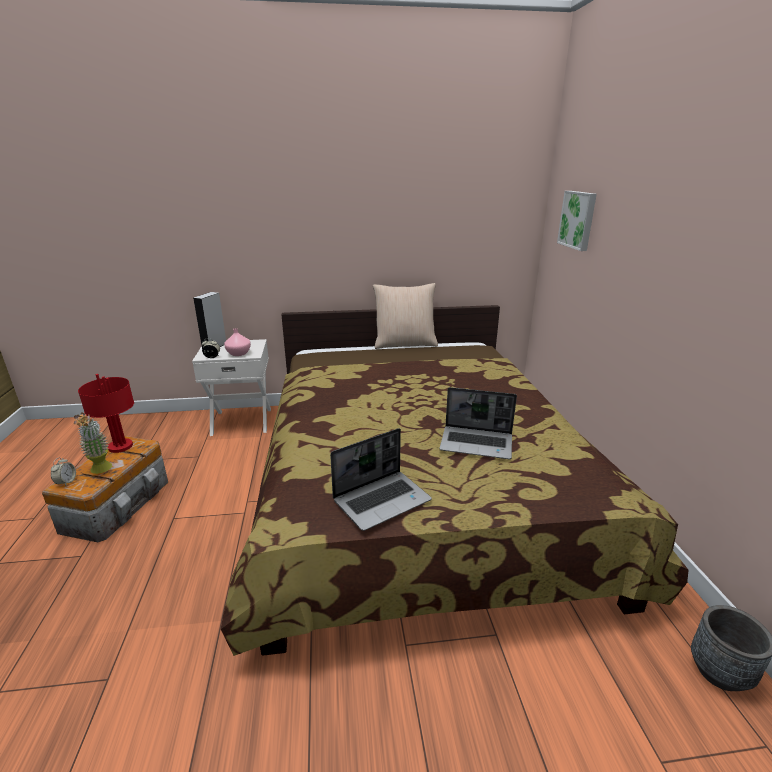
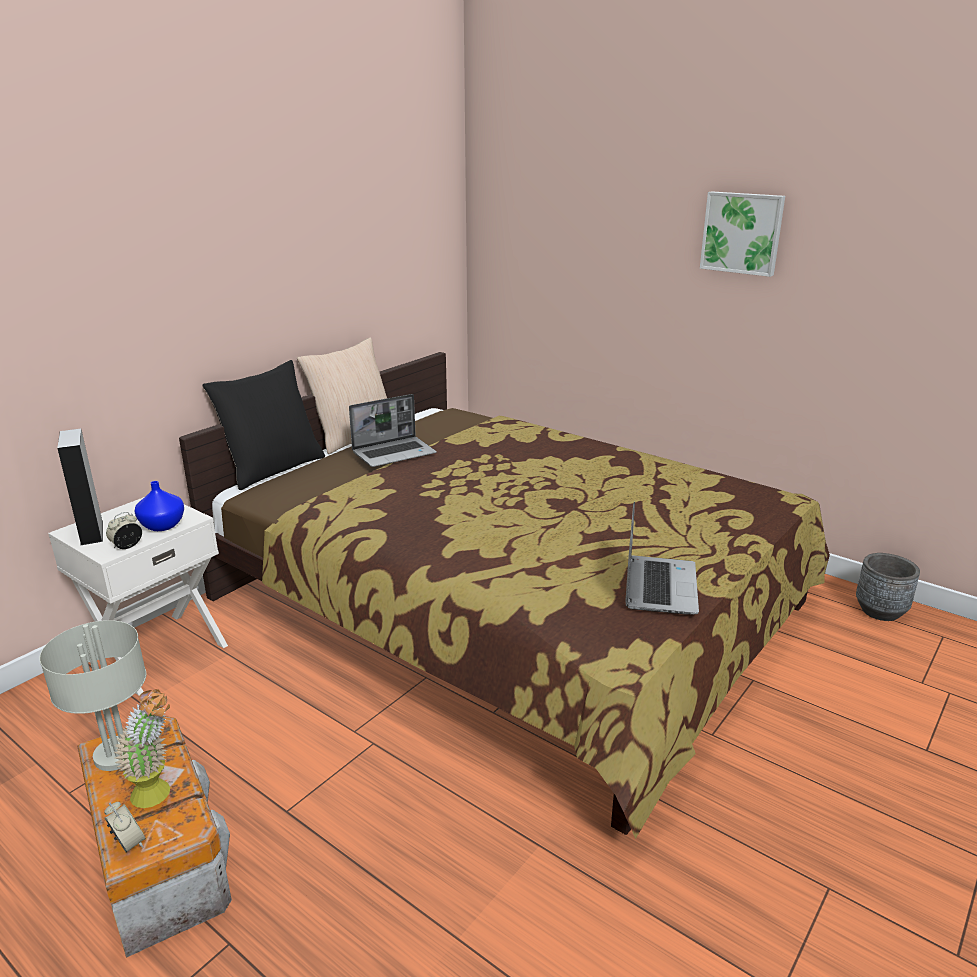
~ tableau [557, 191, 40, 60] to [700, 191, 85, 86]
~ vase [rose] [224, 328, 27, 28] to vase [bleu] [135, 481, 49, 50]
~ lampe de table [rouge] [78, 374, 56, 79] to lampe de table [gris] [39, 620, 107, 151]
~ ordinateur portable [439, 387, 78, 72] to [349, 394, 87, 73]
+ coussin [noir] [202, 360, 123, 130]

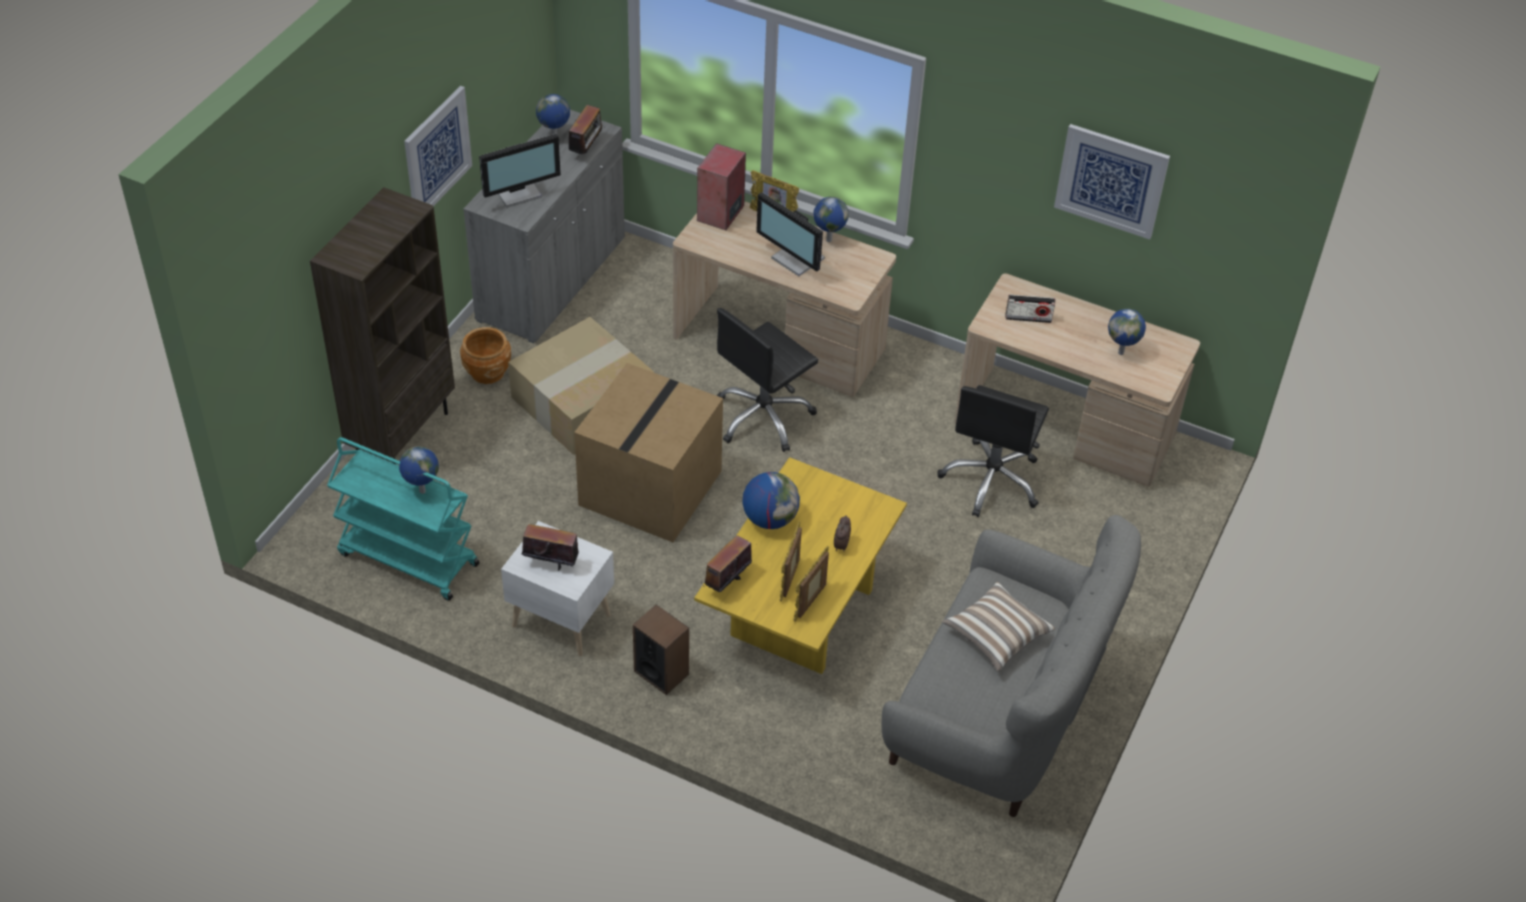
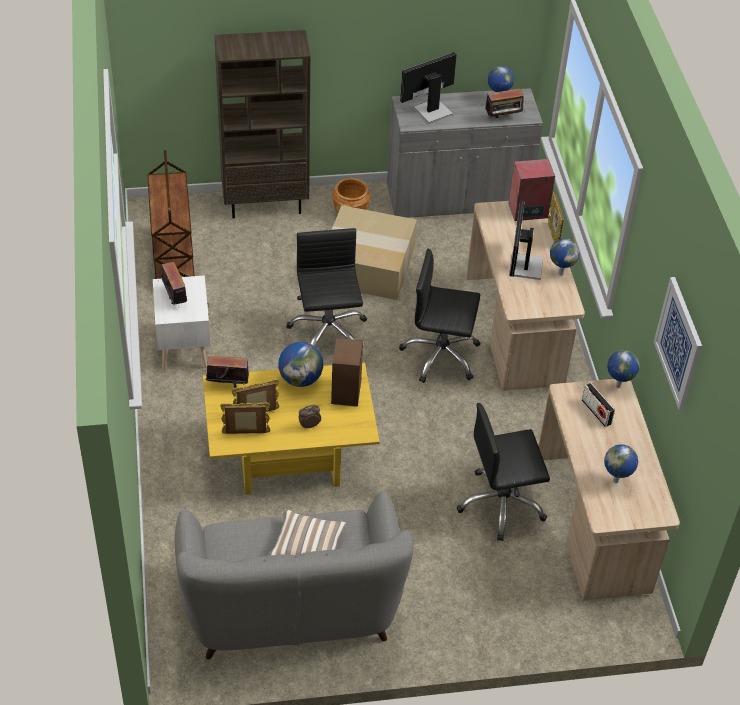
- tableau [404, 86, 68, 120]
~ écran d'ordinateur [479, 134, 82, 74] = [400, 52, 57, 72] 120 degrees clockwise
~ carton [574, 363, 149, 179] to chaise de bureau [noir] [287, 228, 80, 119]
~ chariot [turquoise] [327, 437, 152, 164] to chariot [marron] [147, 150, 48, 129]
~ globe [399, 446, 40, 48] to [607, 350, 32, 38]
~ enceinte [633, 605, 56, 90] to [331, 338, 32, 69]

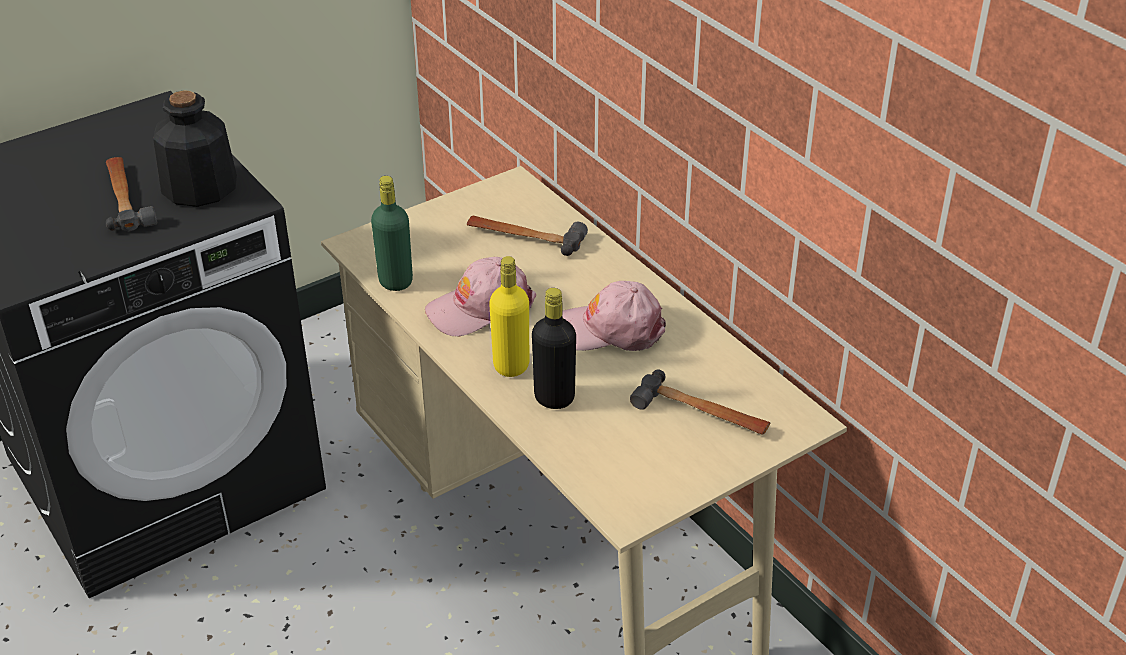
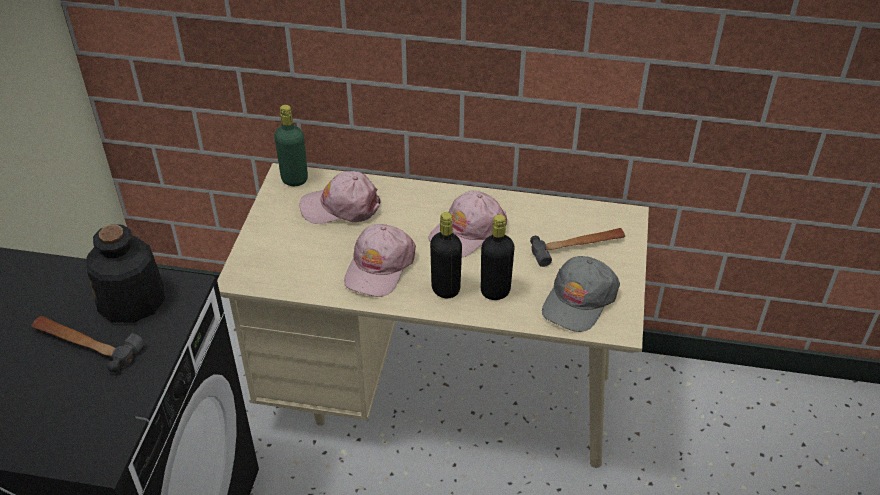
~ bouteille [vert] [371, 176, 42, 115] to [274, 105, 34, 81]
~ marteau [467, 216, 121, 40] to casquette [rose] [299, 171, 82, 53]
~ bouteille [jaune] [489, 256, 40, 121] to bouteille [noir] [430, 212, 32, 86]
+ casquette [gris] [542, 256, 78, 76]

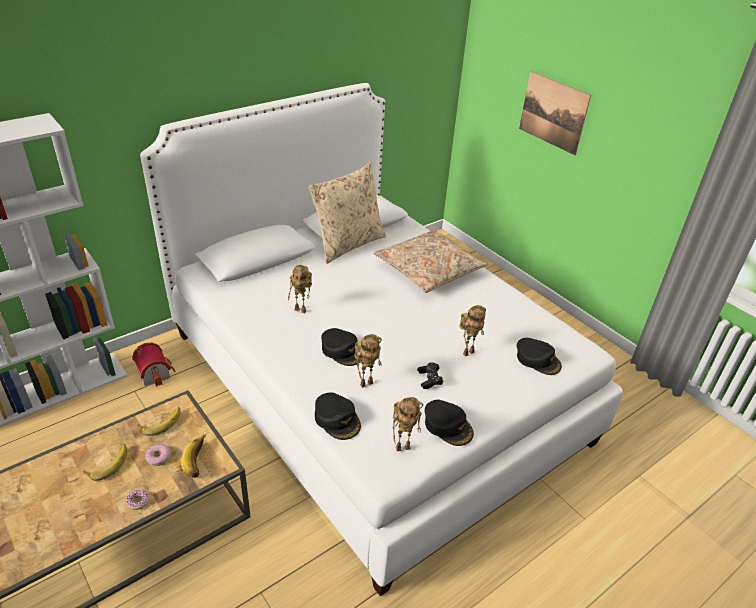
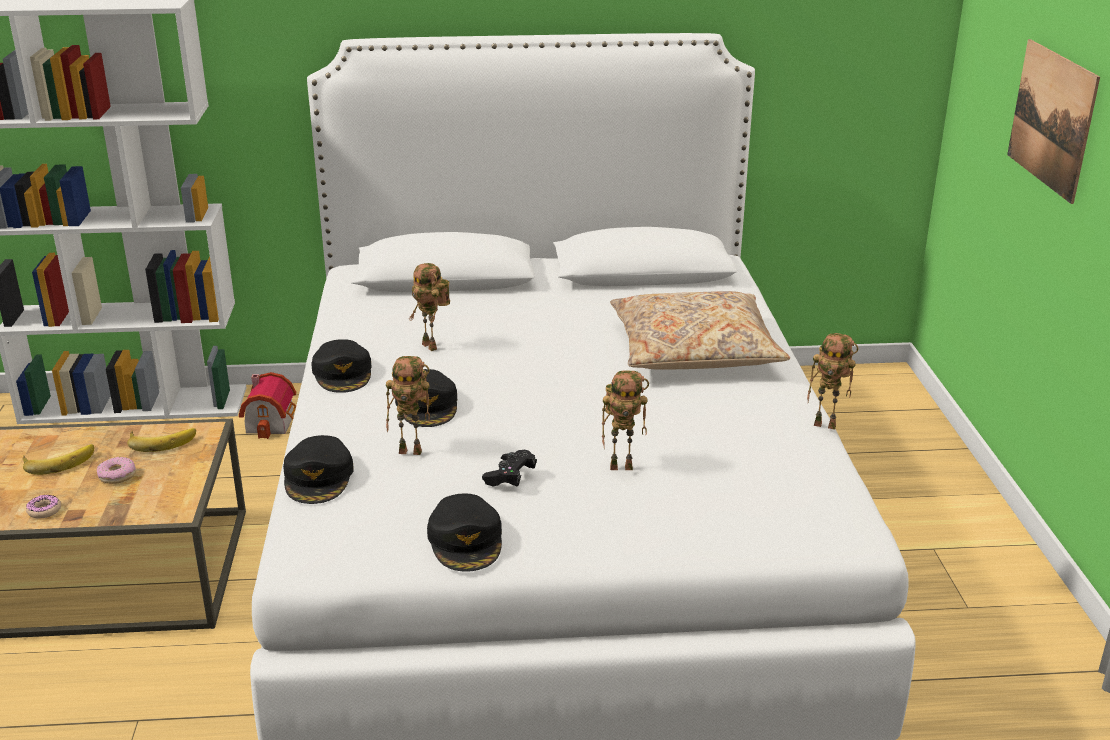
- coussin [beige] [308, 162, 78, 102]
~ casquette [noir] [517, 338, 45, 37] to [311, 339, 60, 54]
~ robot jouet [393, 397, 30, 54] to [807, 333, 51, 97]
- banane [181, 434, 25, 44]

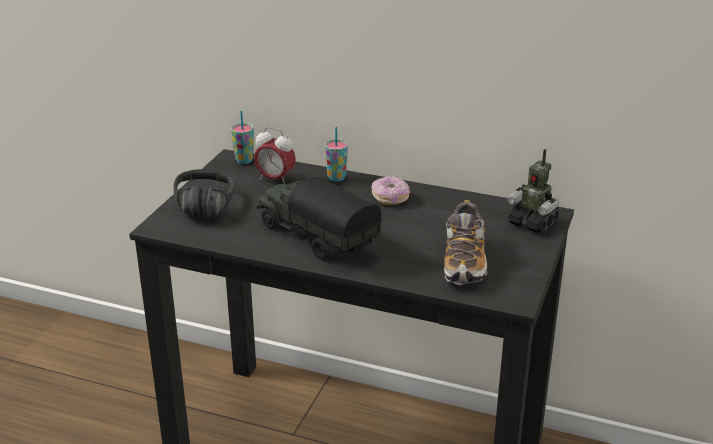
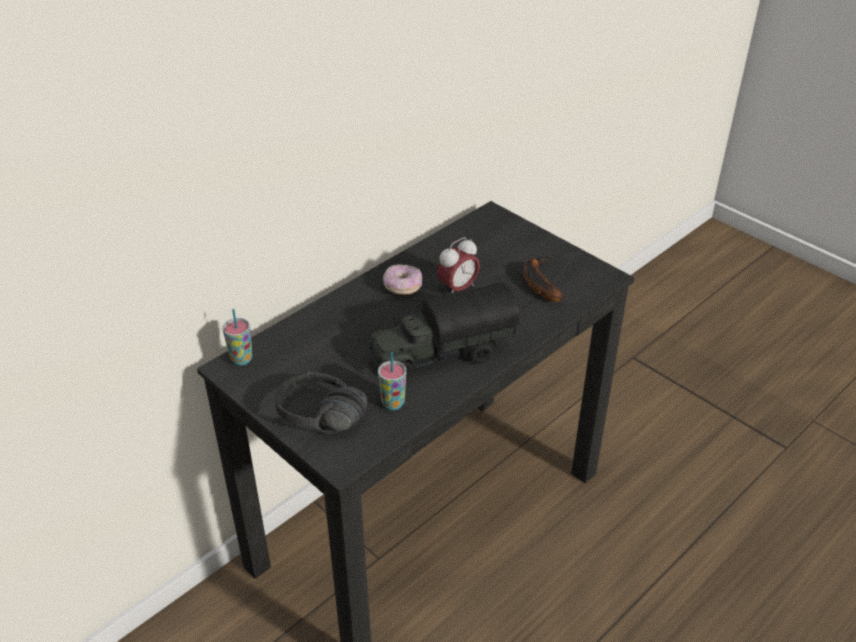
~ réveil [254, 127, 42, 57] to [437, 237, 43, 56]
~ tasse [325, 127, 23, 55] to [378, 352, 29, 58]
- robot jouet [507, 149, 52, 84]
~ chaussure [444, 200, 43, 85] to banane [523, 255, 42, 47]

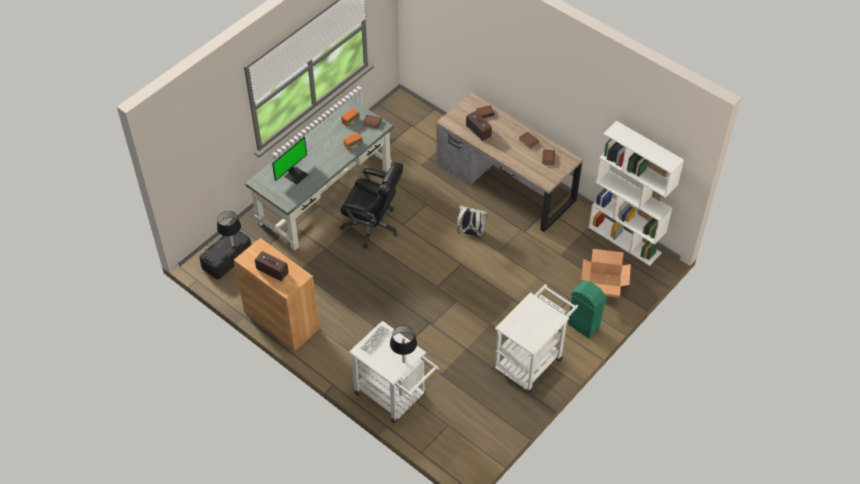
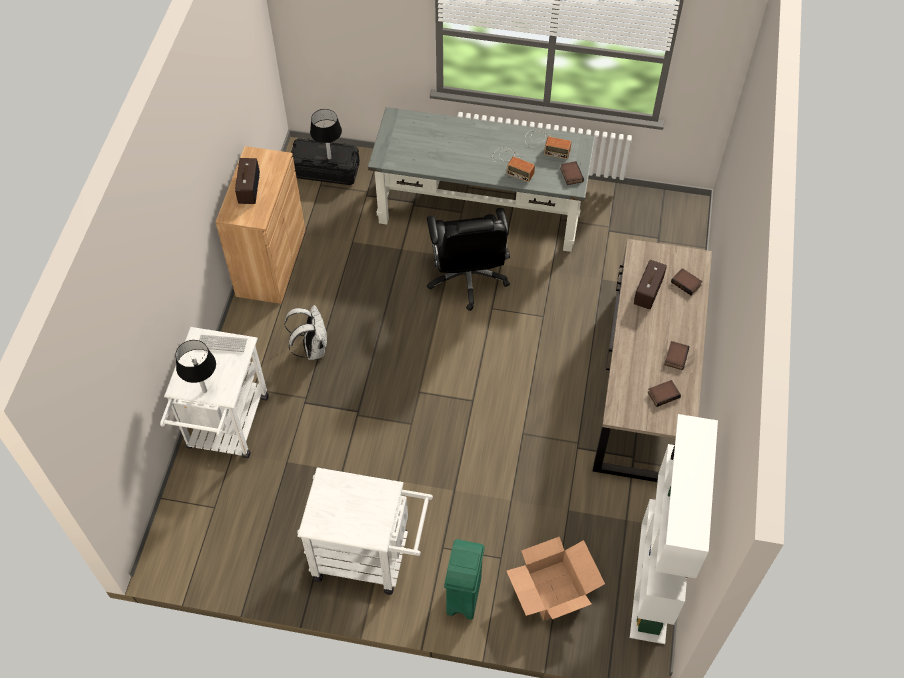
- écran d'ordinateur [272, 137, 36, 48]
~ sac à dos [blanc] [457, 206, 31, 31] to [284, 305, 43, 55]

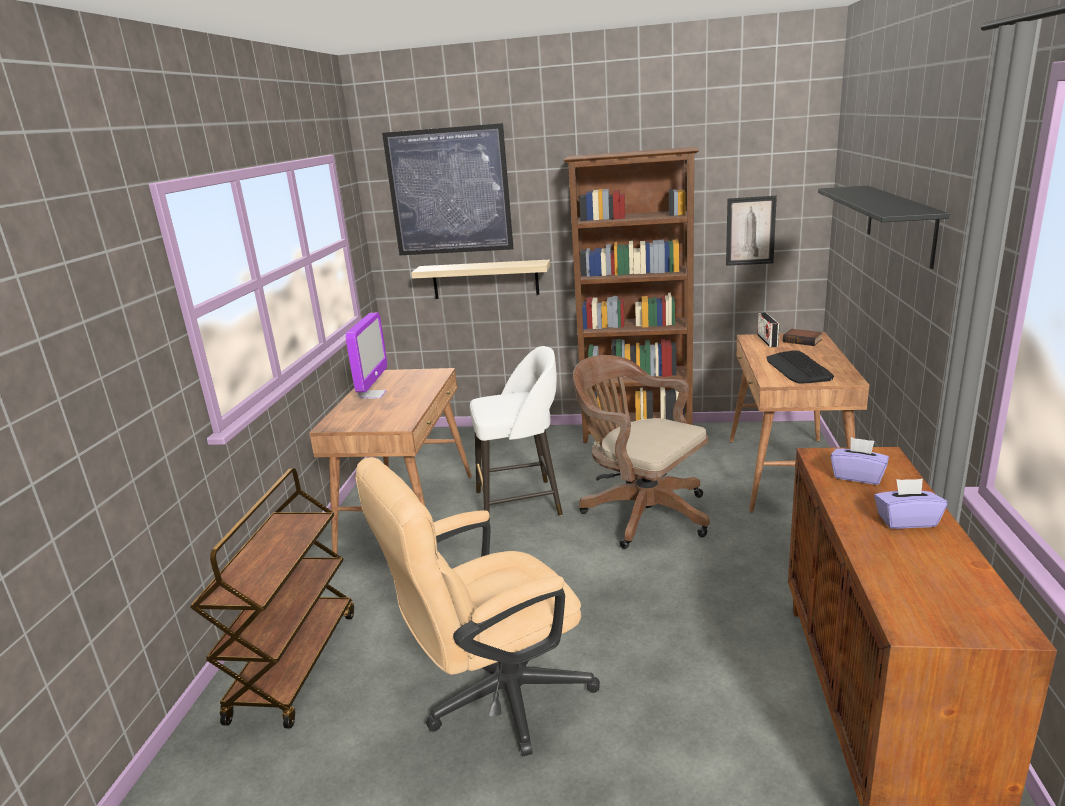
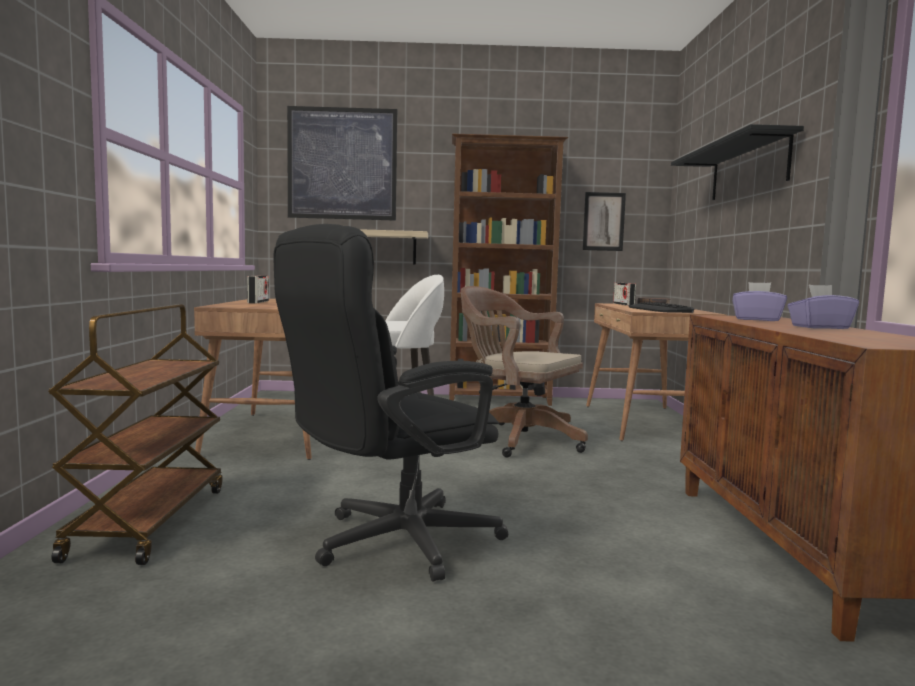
~ écran d'ordinateur [346, 312, 41, 87] to radio [247, 275, 22, 29]
~ chaise de bureau [beige] [355, 457, 245, 300] to chaise de bureau [noir] [273, 224, 235, 358]

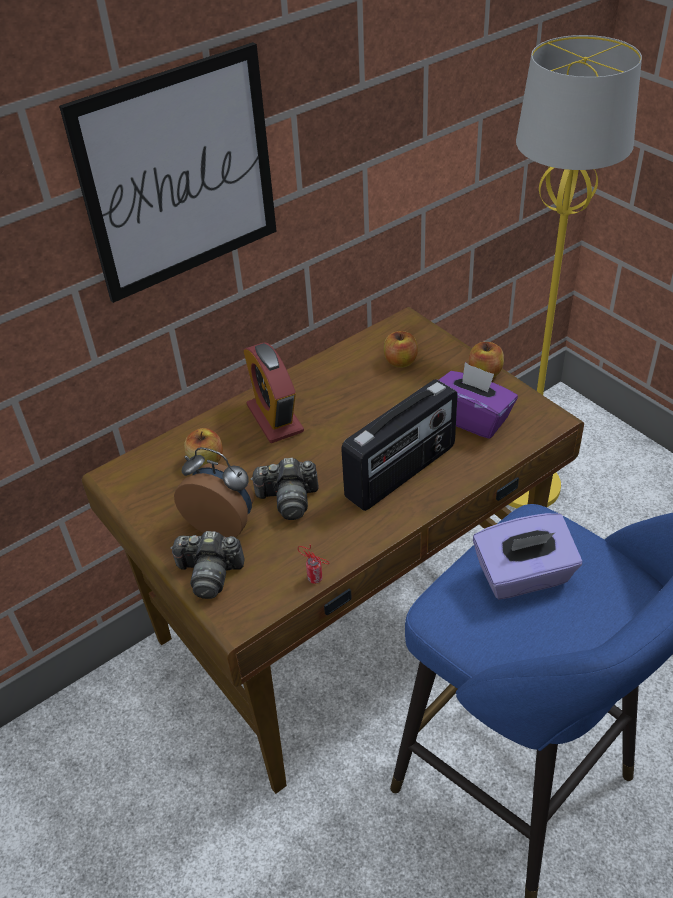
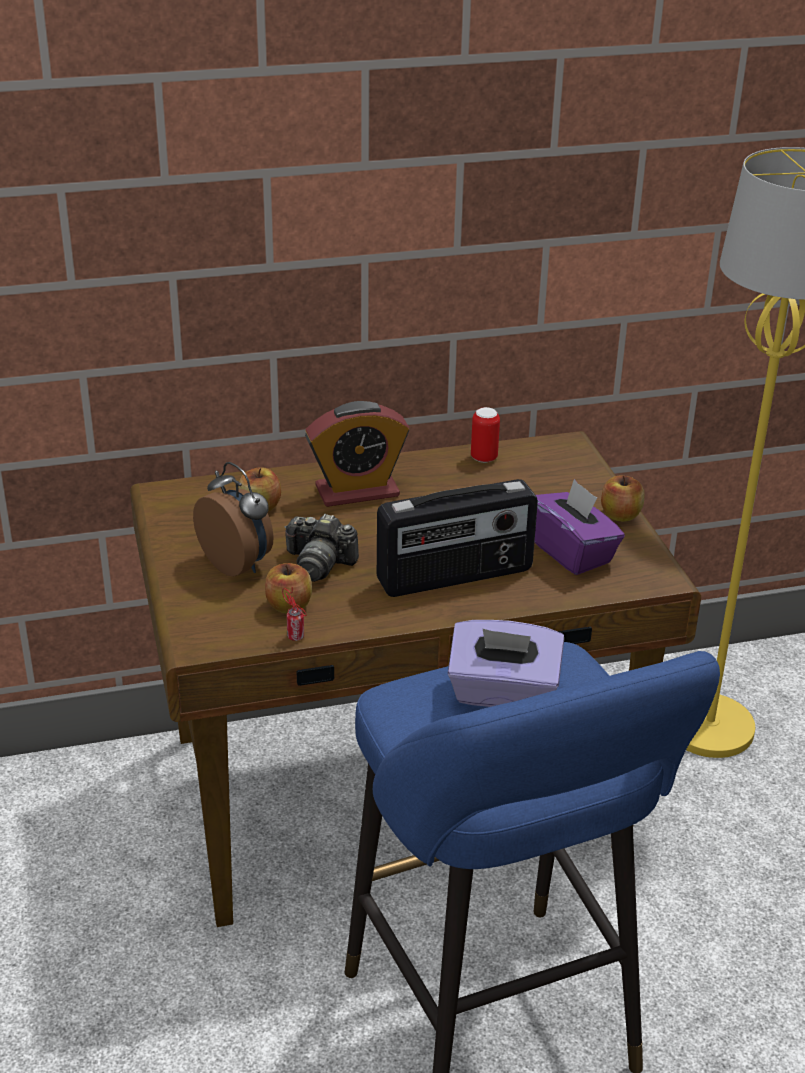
- tableau [59, 42, 218, 261]
~ pomme [384, 331, 34, 37] to [265, 563, 47, 51]
~ réveil [244, 342, 60, 101] = [305, 401, 104, 106] 105 degrees counterclockwise
- appareil photo [170, 531, 75, 68]
+ boîte métallique [471, 407, 29, 56]

